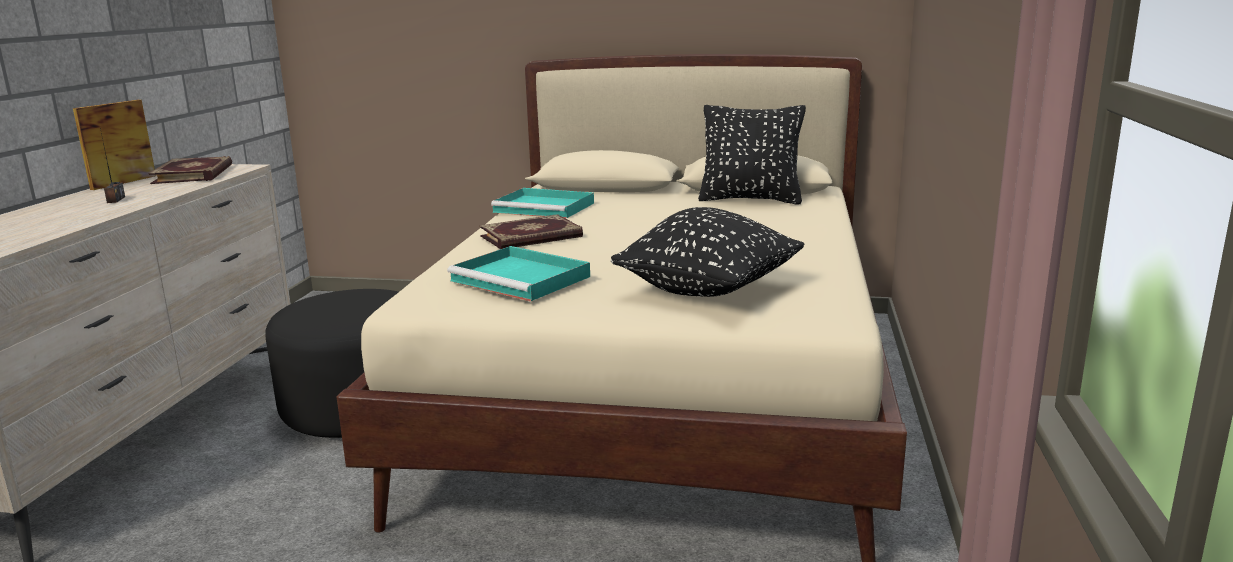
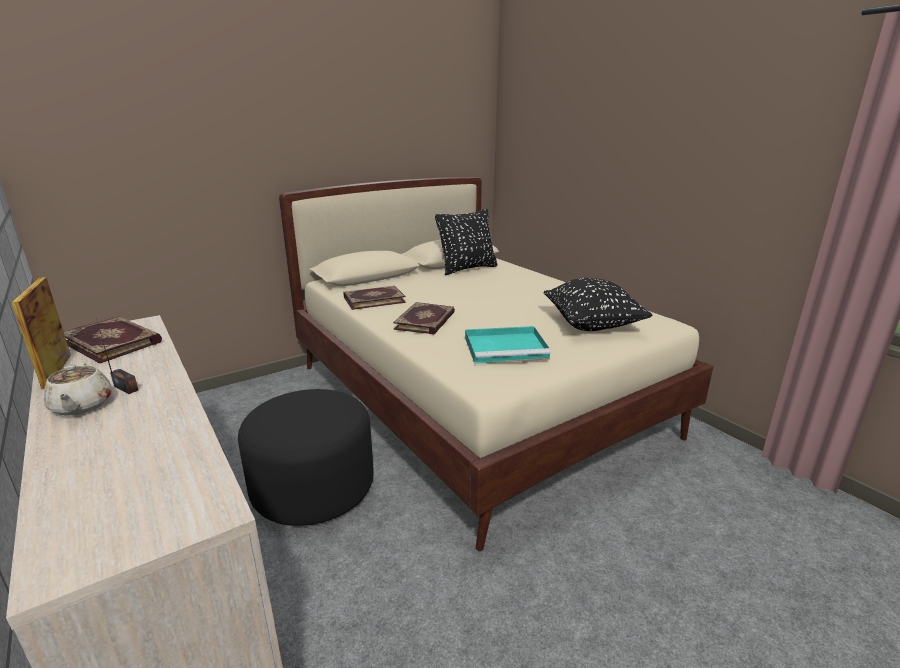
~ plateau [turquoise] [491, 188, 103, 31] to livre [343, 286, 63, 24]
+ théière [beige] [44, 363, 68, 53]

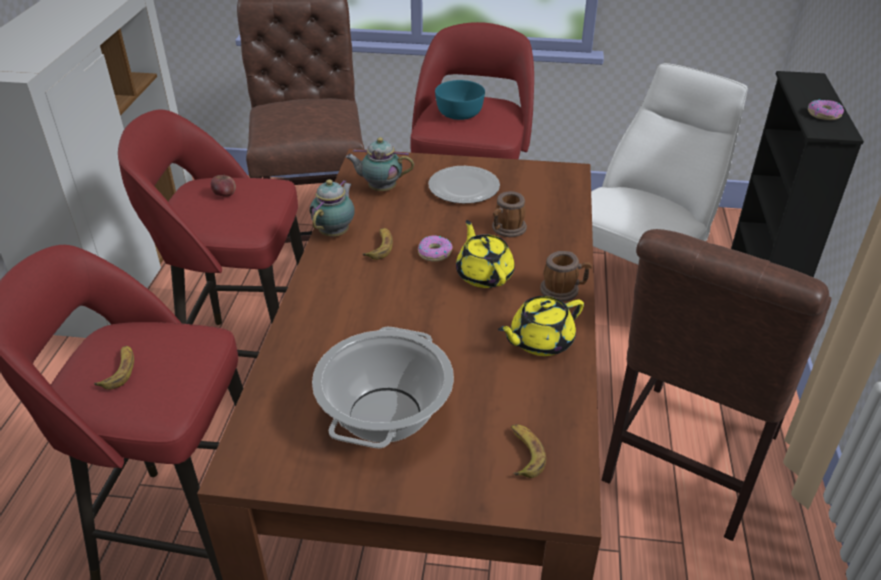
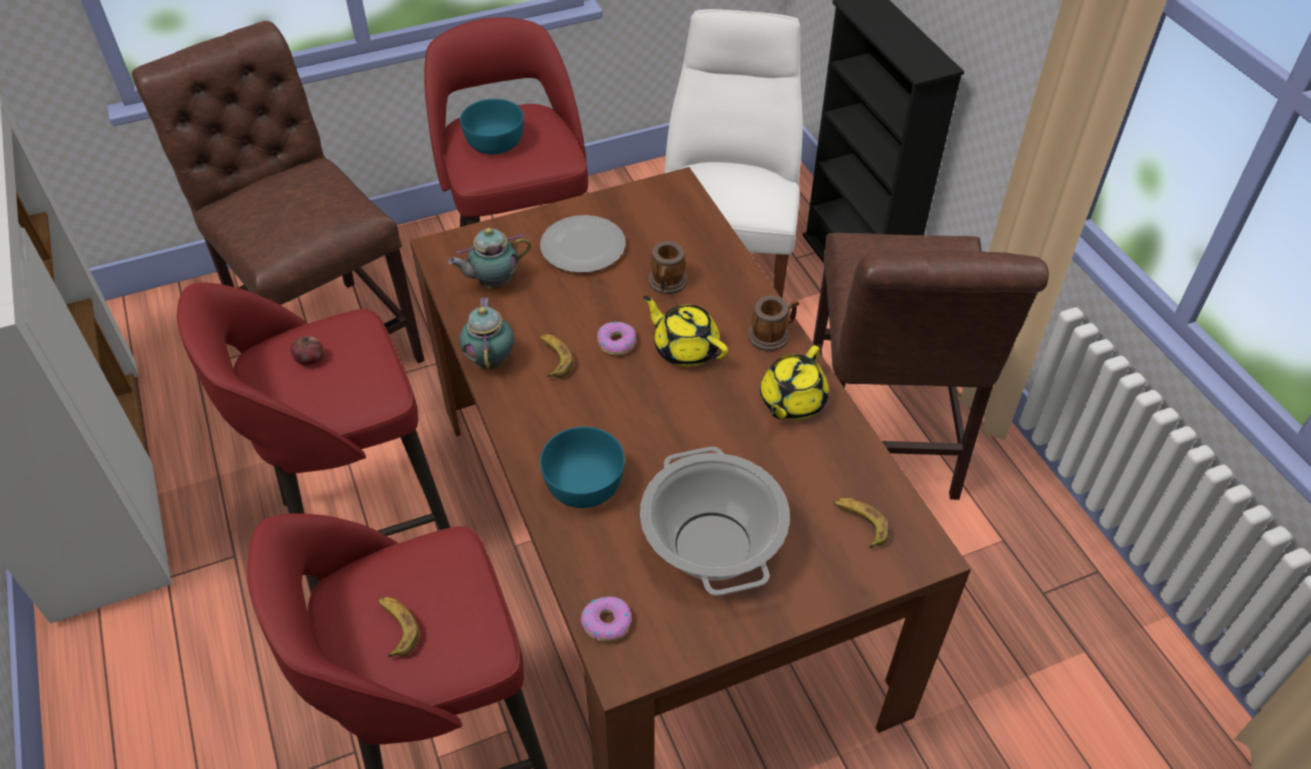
~ beignet [808, 99, 36, 21] to [581, 596, 50, 45]
+ bol [turquoise] [540, 427, 85, 81]

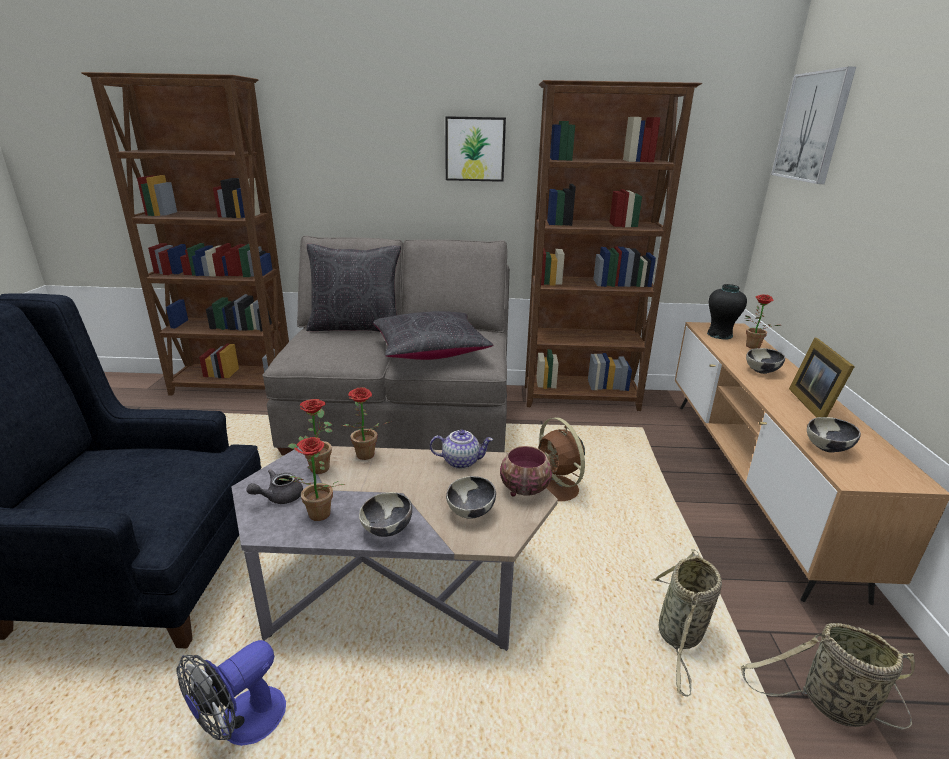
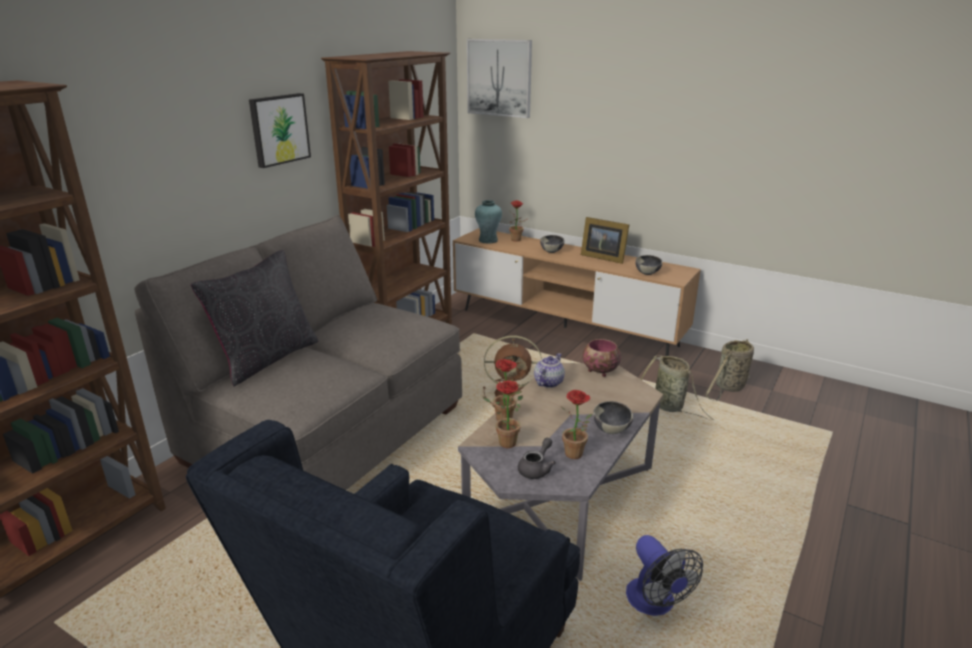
~ vase [noir] [707, 284, 40, 56] to vase [turquoise] [475, 200, 27, 44]
- coussin [noir] [373, 311, 120, 49]
~ théière [gris] [247, 469, 56, 35] = [518, 438, 38, 41] 135 degrees counterclockwise
- bol [446, 476, 50, 43]

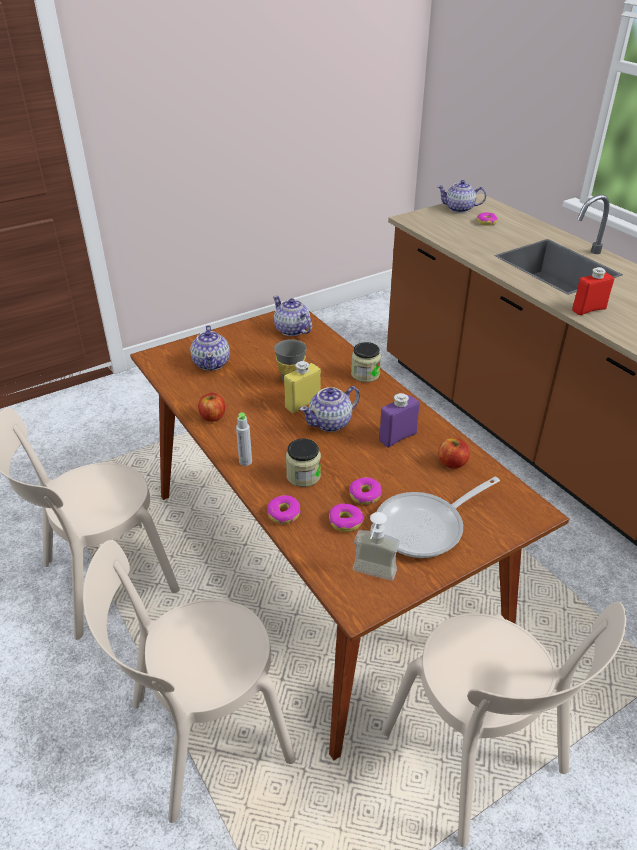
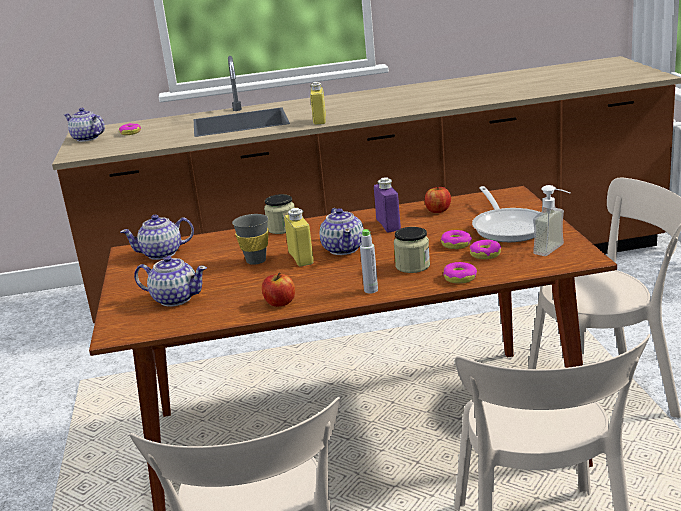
~ théière [437, 180, 50, 33] = [64, 108, 41, 34] 90 degrees clockwise
~ bouteille [rouge] [572, 267, 42, 48] to bouteille [jaune] [310, 82, 16, 43]

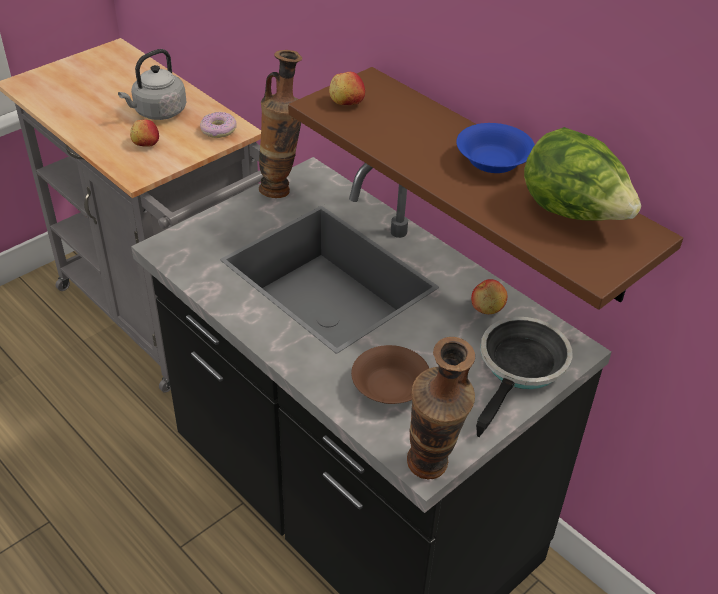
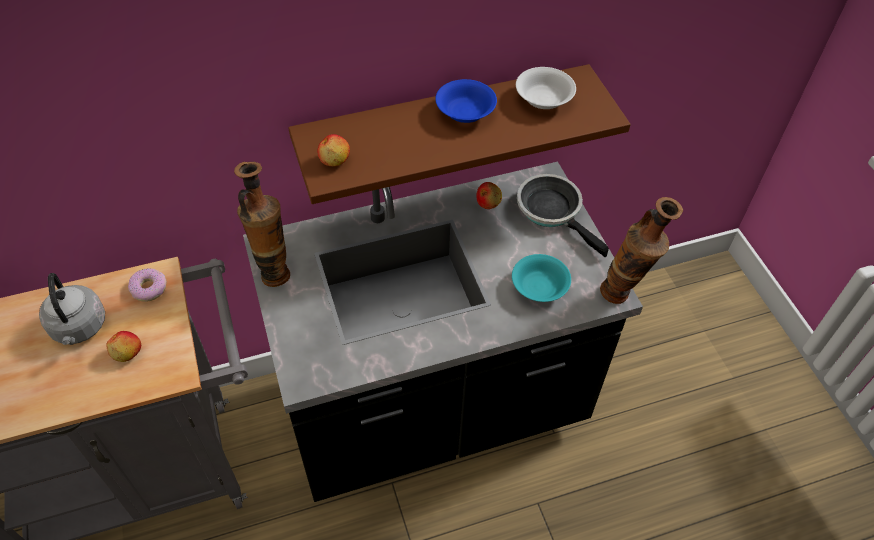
~ laitue [524, 127, 117, 94] to bol [blanc] [516, 67, 60, 42]
~ bol [marron] [351, 345, 78, 59] to bol [turquoise] [512, 254, 59, 48]

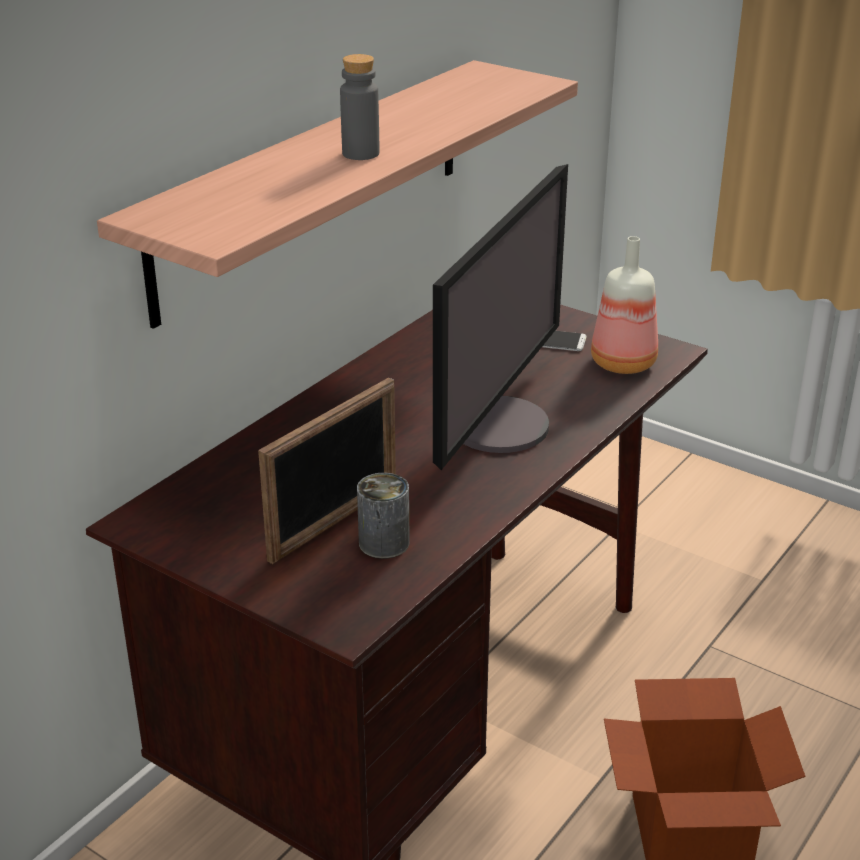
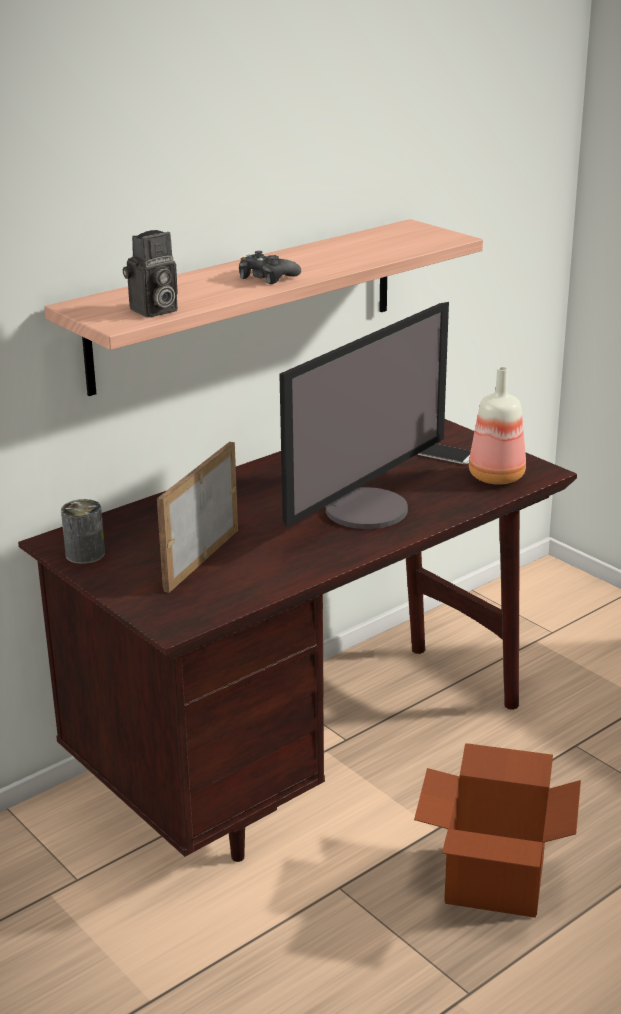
~ bouteille [gris] [340, 54, 39, 106] to manette [noir] [239, 251, 62, 33]
~ cadre photo [258, 377, 138, 187] = [157, 442, 81, 151] 150 degrees clockwise
~ boîte métallique [357, 473, 53, 86] to [61, 499, 44, 65]
+ appareil photo [123, 230, 55, 88]

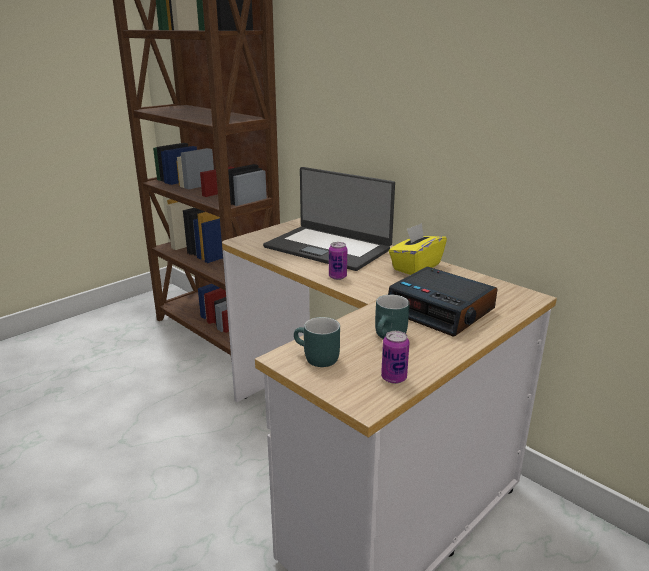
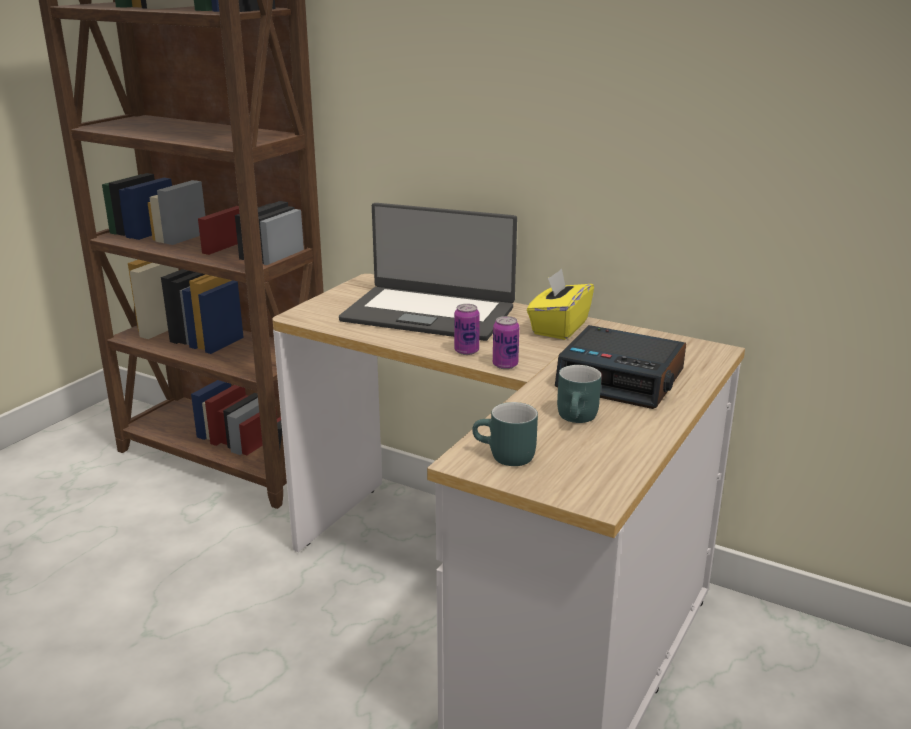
~ boîte métallique [381, 331, 28, 53] to [493, 316, 26, 53]

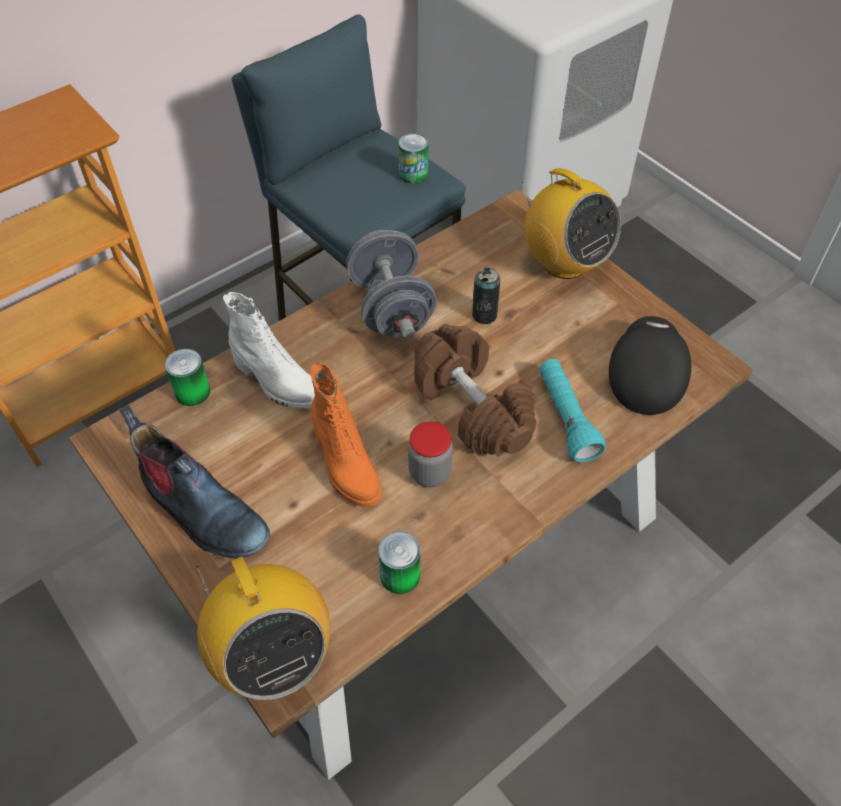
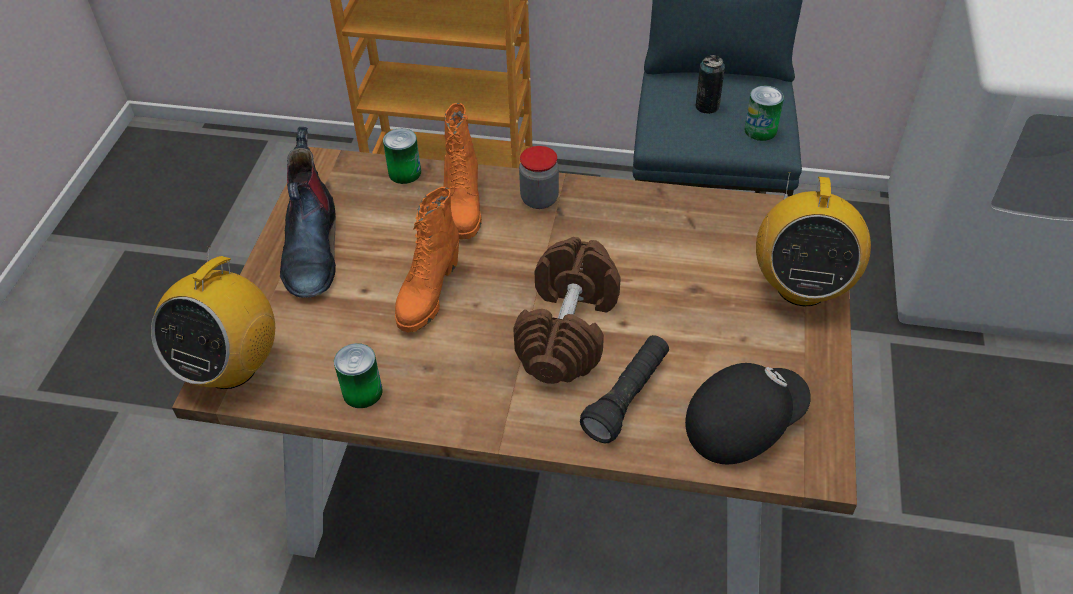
- haltère [gris] [346, 230, 91, 108]
~ boîte métallique [472, 267, 28, 57] to [695, 55, 30, 59]
~ botte [blanc] [223, 292, 92, 116] to botte [orange] [443, 103, 39, 137]
~ lampe de poche [turquoise] [539, 359, 67, 104] to lampe de poche [noir] [580, 335, 89, 108]
~ bocal [408, 422, 45, 65] to [519, 146, 40, 63]

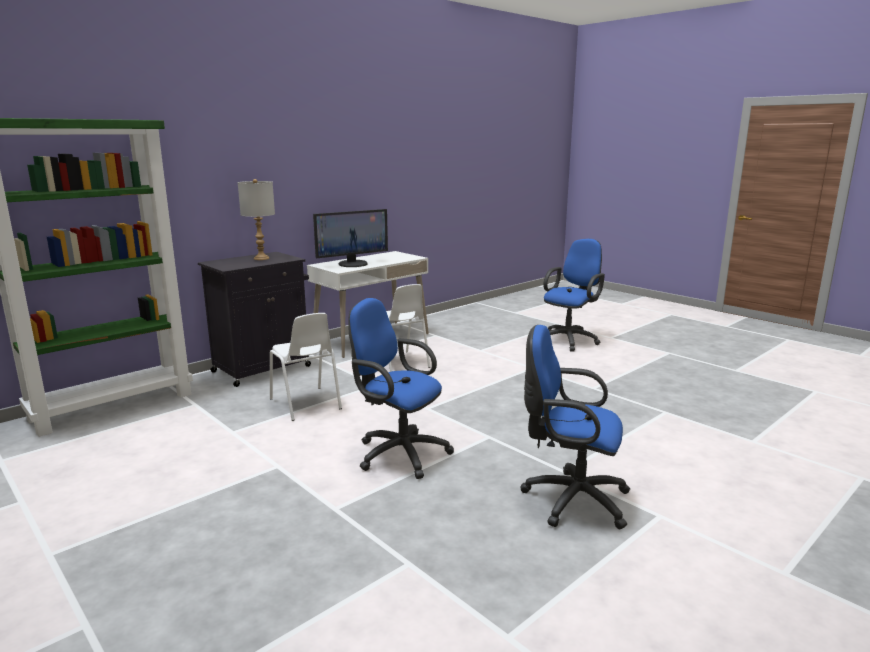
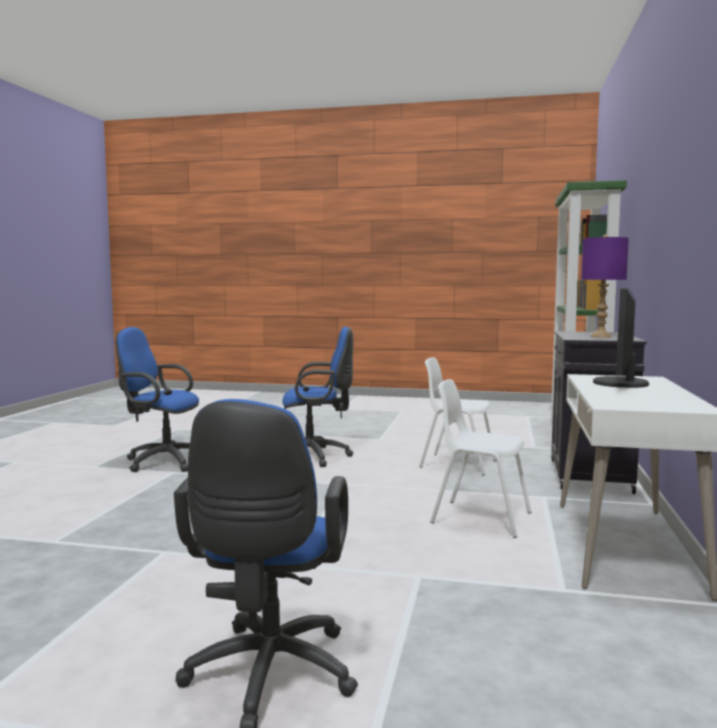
~ lampe de table [gris] [238, 179, 37, 81] to lampe de table [violet] [581, 235, 48, 103]
~ chaise de bureau [bleu] [520, 325, 110, 204] = [116, 327, 83, 145] 150 degrees counterclockwise

